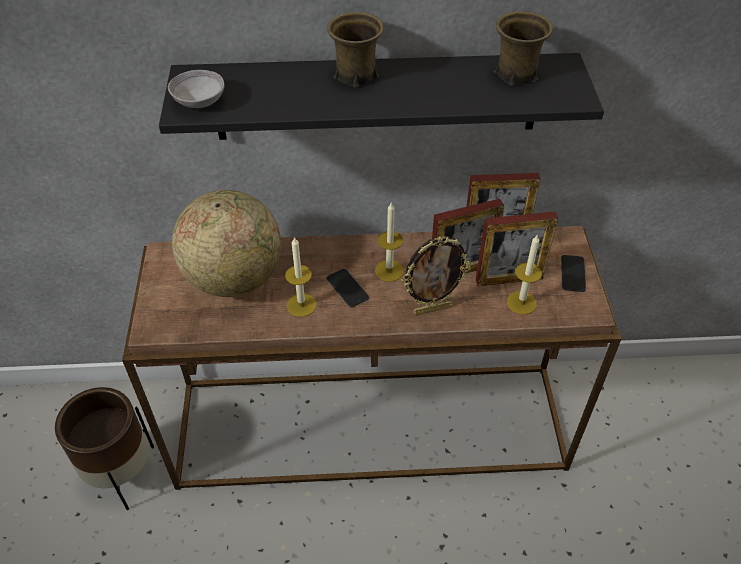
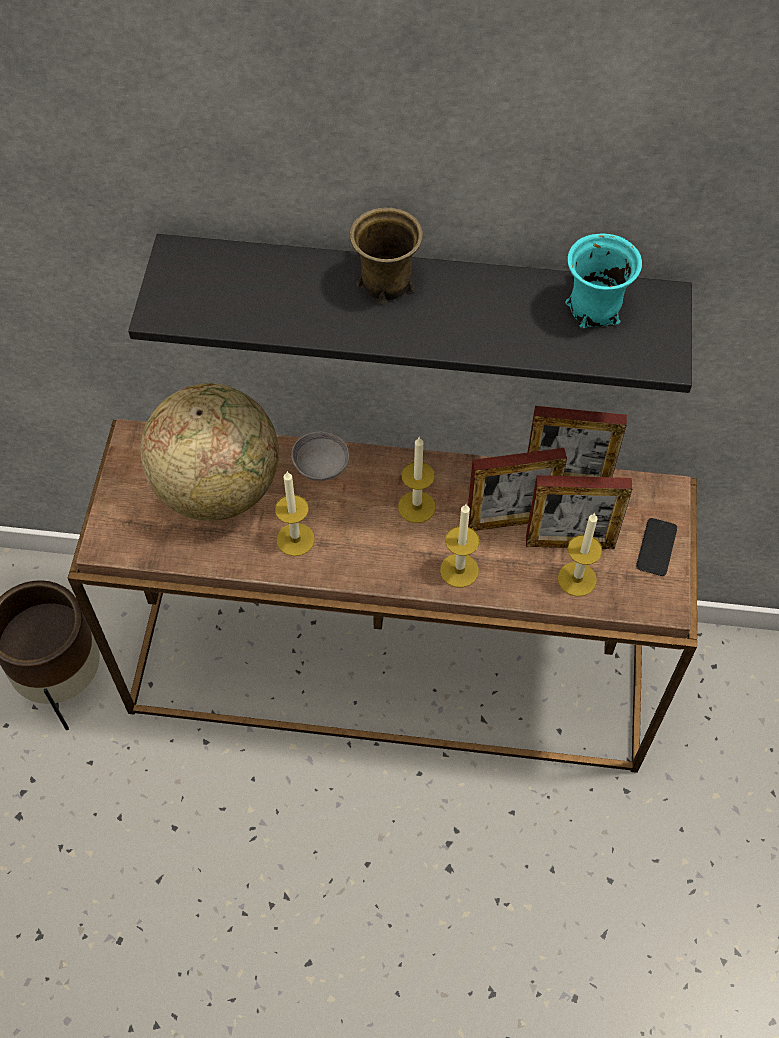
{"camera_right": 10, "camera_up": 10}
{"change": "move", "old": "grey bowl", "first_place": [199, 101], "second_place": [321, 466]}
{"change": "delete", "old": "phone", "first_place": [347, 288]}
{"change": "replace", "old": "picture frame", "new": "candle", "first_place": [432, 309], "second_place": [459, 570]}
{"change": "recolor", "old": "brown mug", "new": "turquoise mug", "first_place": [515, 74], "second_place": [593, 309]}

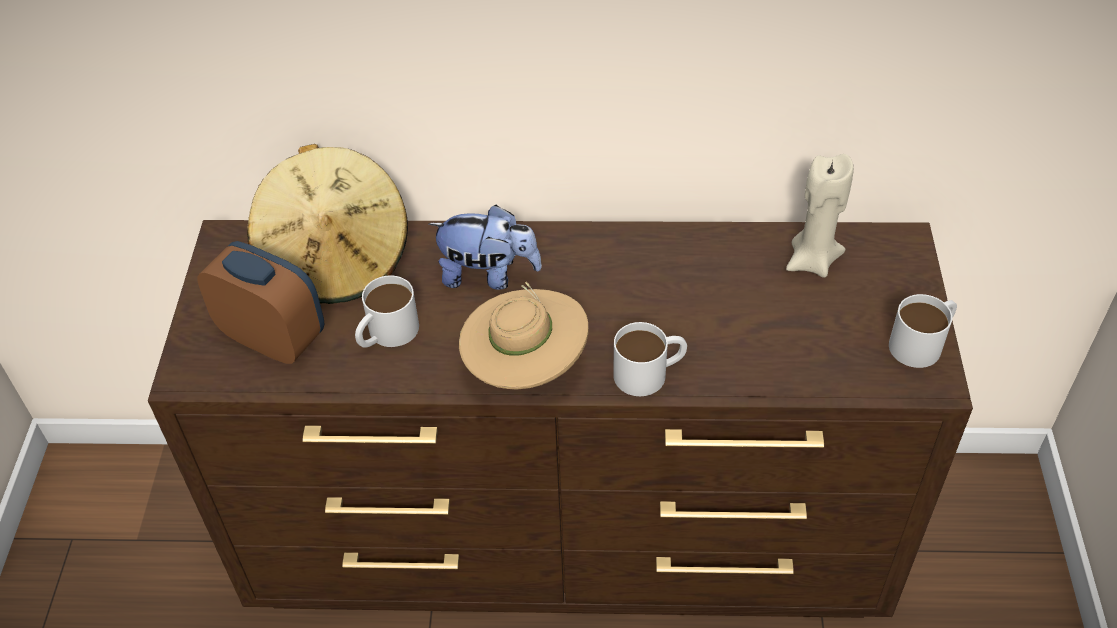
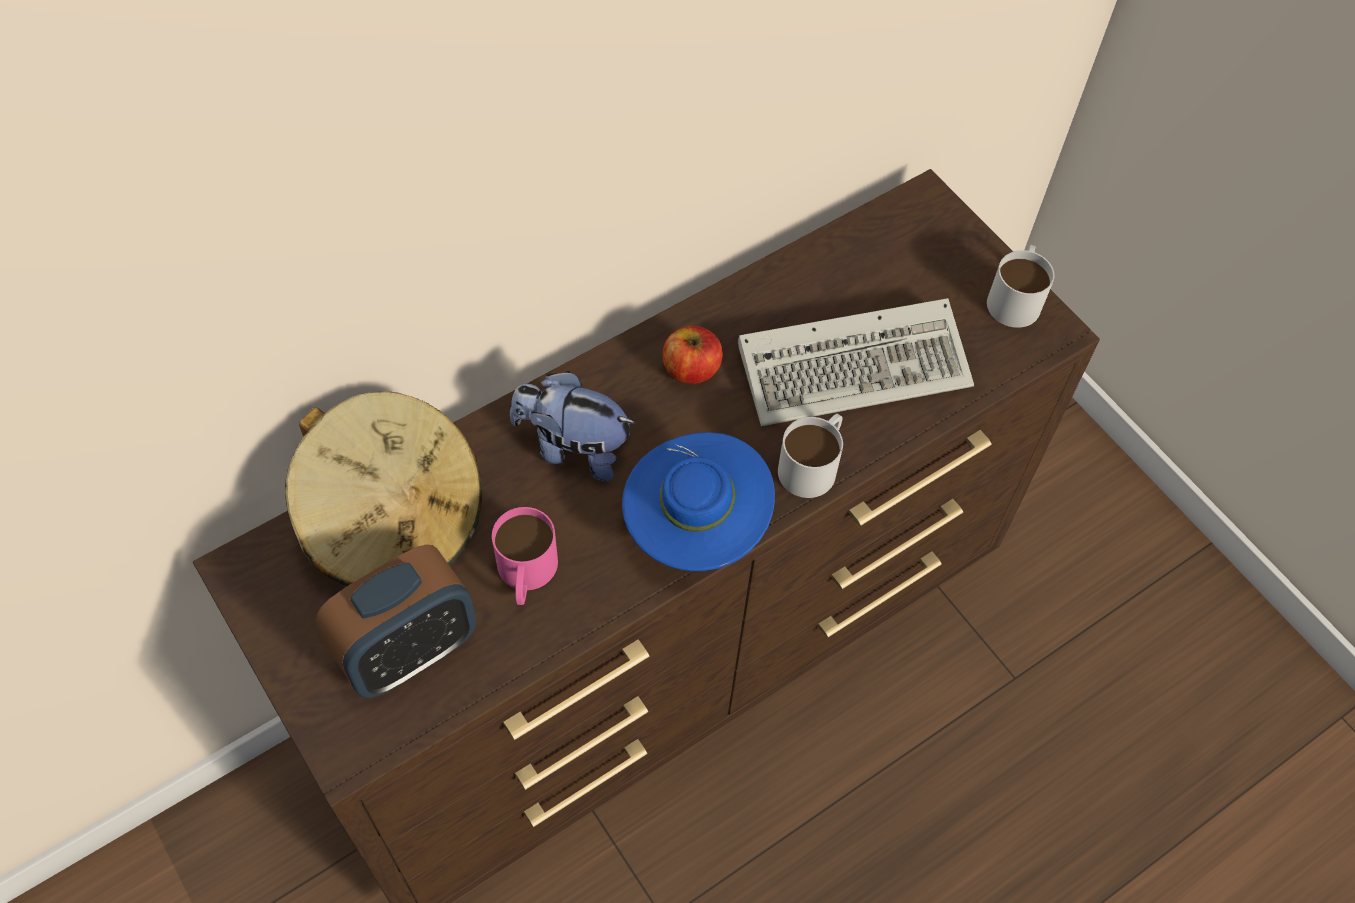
{"camera_right": -40, "camera_up": 10}
{"change": "rotate", "old": "alarm clock", "first_place": [274, 338], "second_place": [408, 651], "degrees": 150}
{"change": "recolor", "old": "white mug", "new": "pink mug", "first_place": [386, 334], "second_place": [525, 574]}
{"change": "rotate", "old": "plush toy", "first_place": [488, 275], "second_place": [573, 448], "degrees": -135}
{"change": "recolor", "old": "beige hat", "new": "blue hat", "first_place": [525, 367], "second_place": [695, 527]}
{"change": "delete", "old": "beige candle", "first_place": [812, 261]}
{"change": "insert", "new": "apple", "second_place": [691, 369]}
{"change": "insert", "new": "keyboard", "second_place": [858, 365]}

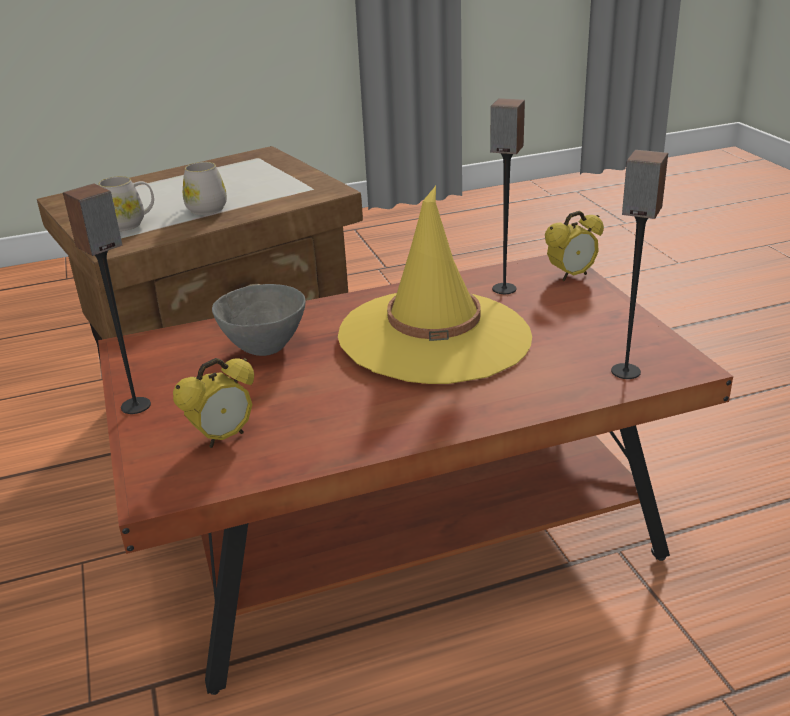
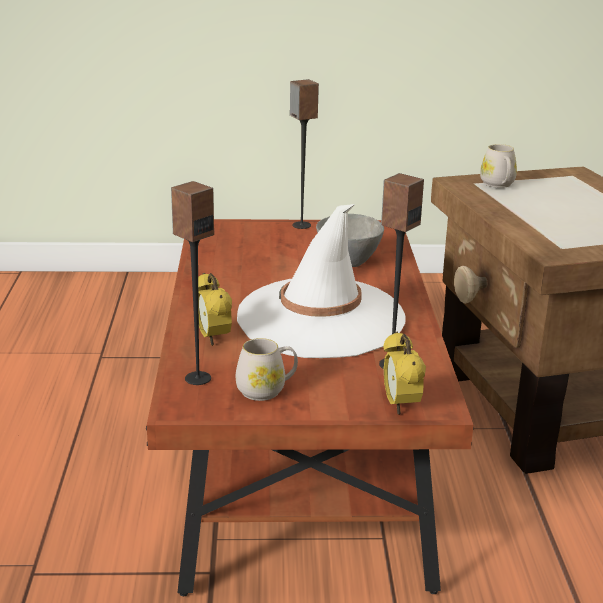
{"camera_right": 105, "camera_up": -5}
{"change": "move", "old": "alarm clock", "first_place": [223, 437], "second_place": [213, 338]}
{"change": "move", "old": "white mug", "first_place": [204, 207], "second_place": [266, 390]}
{"change": "recolor", "old": "yellow hat", "new": "white hat", "first_place": [435, 336], "second_place": [320, 318]}

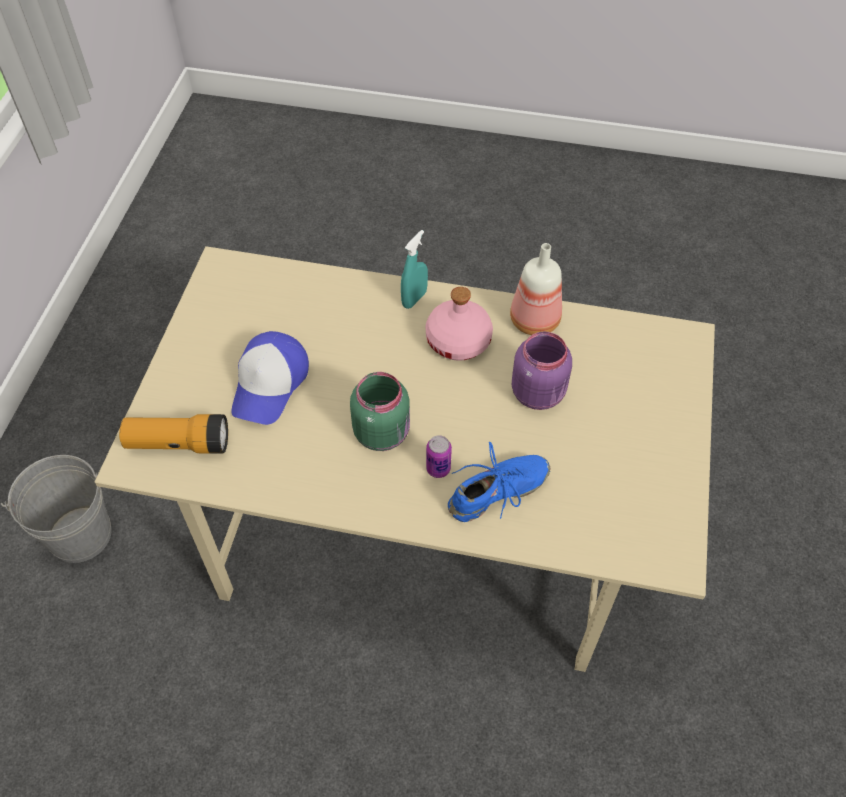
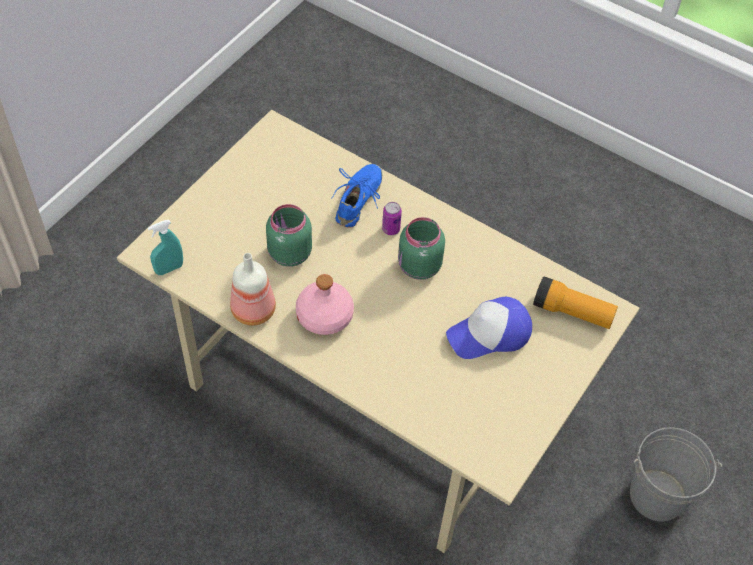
{"camera_right": -160, "camera_up": 0}
{"change": "rotate", "old": "cap", "first_place": [270, 384], "second_place": [490, 334], "degrees": -150}
{"change": "move", "old": "turquoise spray bottle", "first_place": [414, 299], "second_place": [169, 269]}
{"change": "rotate", "old": "blue shoe", "first_place": [498, 493], "second_place": [359, 200], "degrees": 120}
{"change": "recolor", "old": "purple jar", "new": "green jar", "first_place": [539, 393], "second_place": [288, 254]}

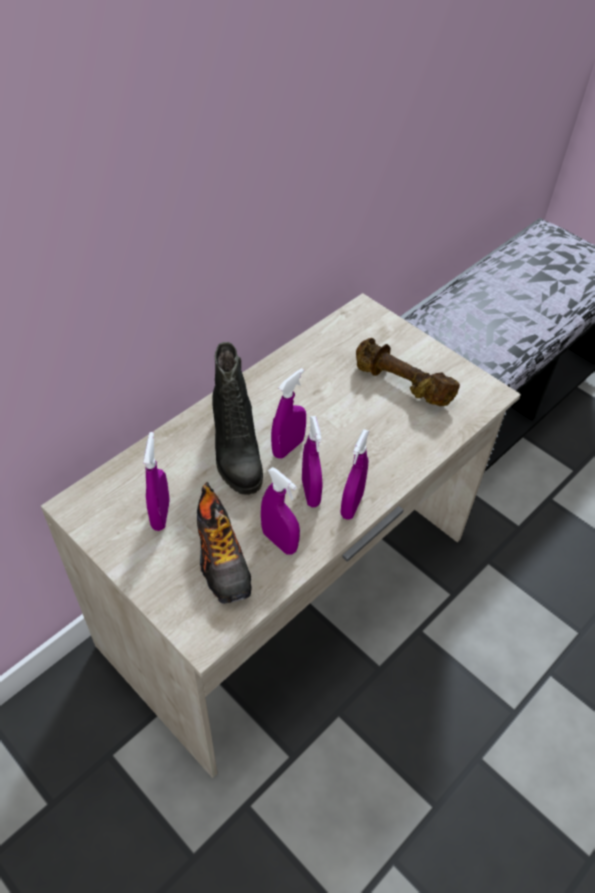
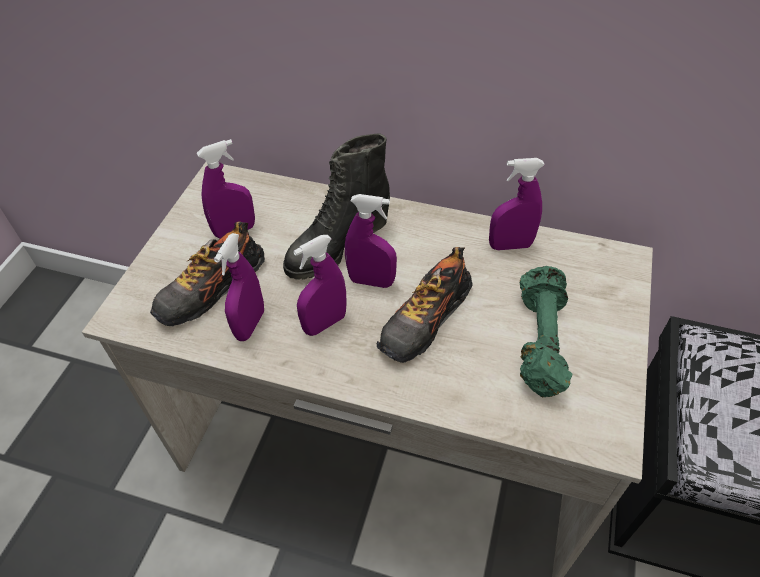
{"camera_right": 65, "camera_up": 0}
{"change": "move", "old": "purple spray bottle", "first_place": [351, 505], "second_place": [510, 245]}
{"change": "recolor", "old": "brown dumbbell", "new": "green dumbbell", "first_place": [401, 385], "second_place": [539, 340]}
{"change": "insert", "new": "shoe", "second_place": [425, 320]}

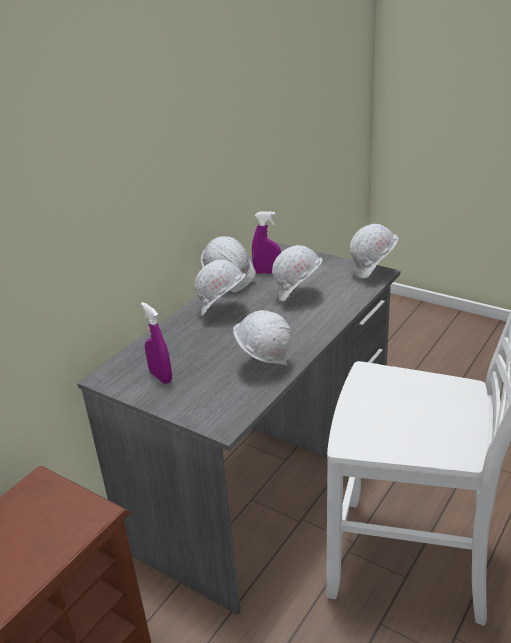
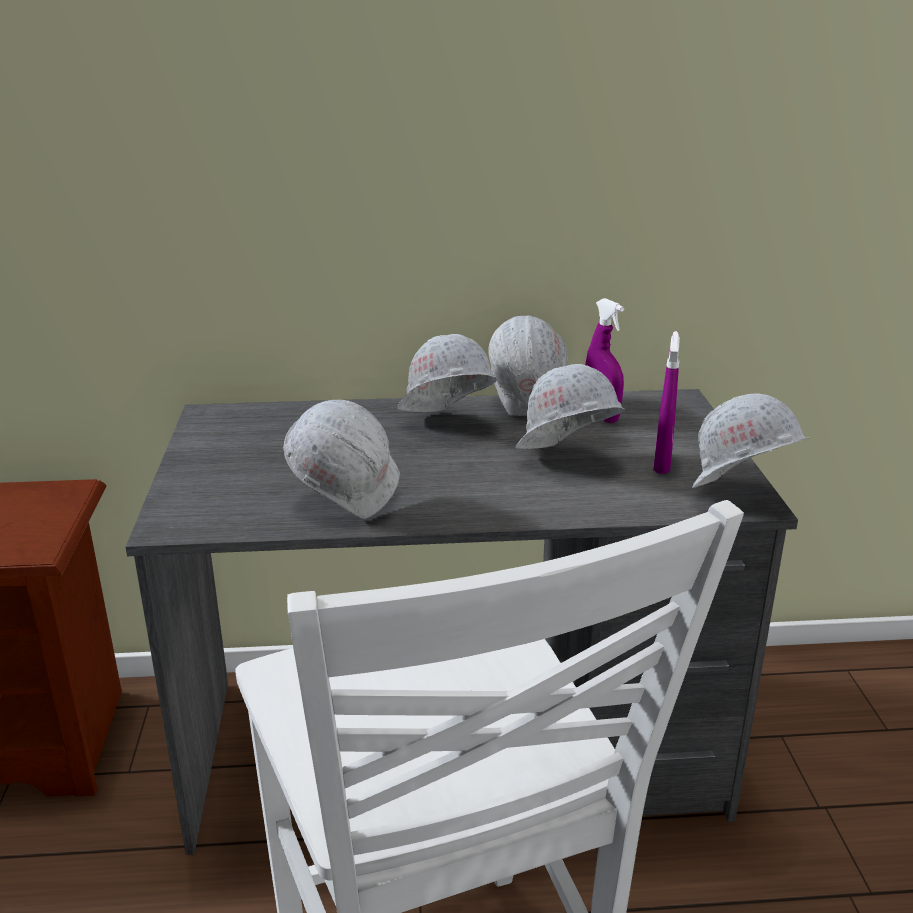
{"camera_right": 50, "camera_up": -5}
{"change": "move", "old": "purple spray bottle", "first_place": [161, 377], "second_place": [662, 464]}

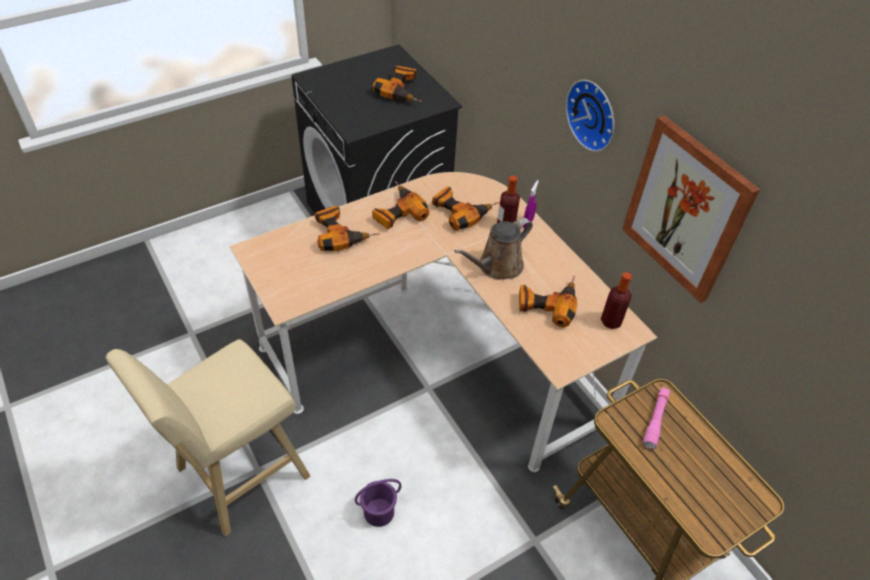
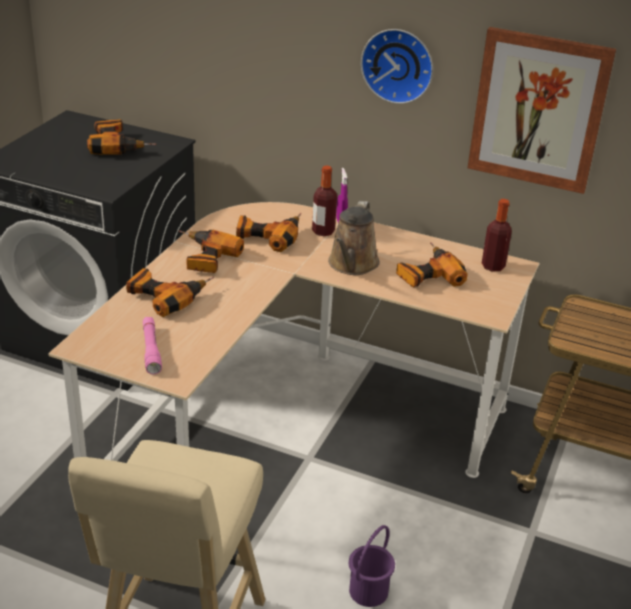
{"camera_right": -35, "camera_up": -15}
{"change": "move", "old": "pink flashlight", "first_place": [655, 420], "second_place": [151, 350]}

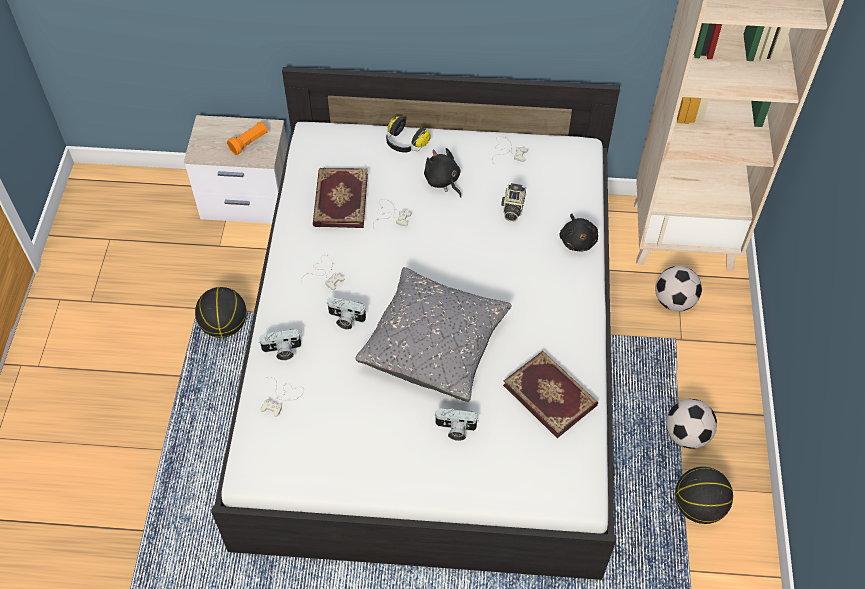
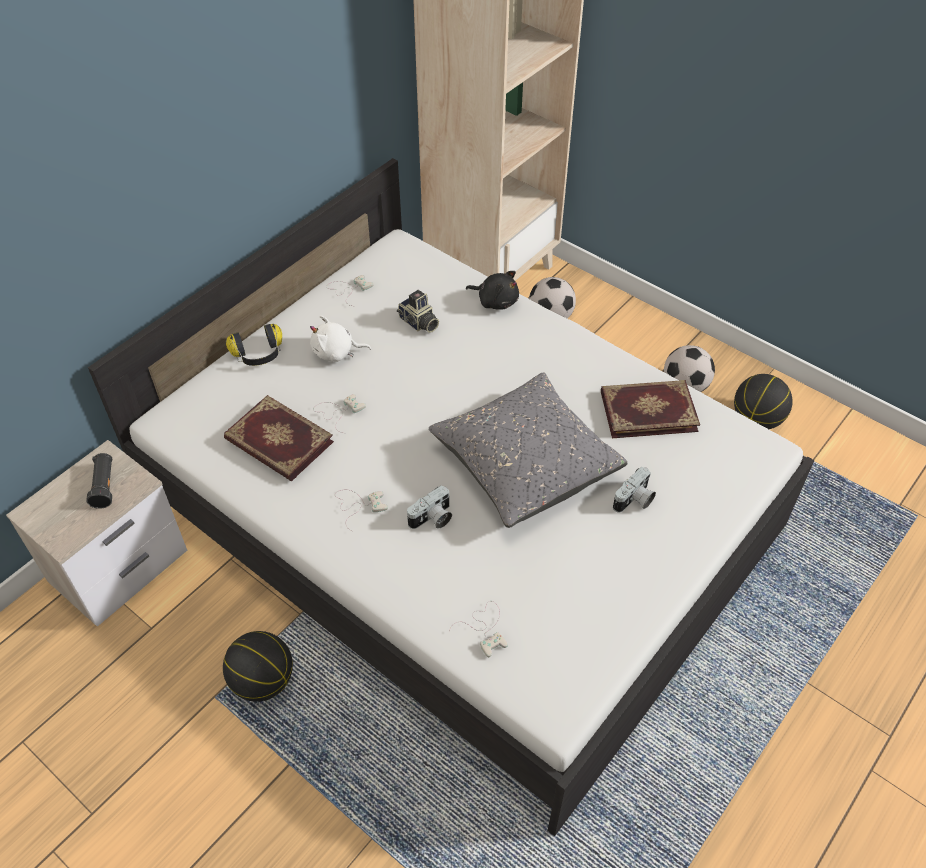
{"camera_right": -55, "camera_up": -5}
{"change": "recolor", "old": "orange flashlight", "new": "black flashlight", "first_place": [249, 143], "second_place": [104, 486]}
{"change": "delete", "old": "photo camera", "first_place": [282, 351]}
{"change": "recolor", "old": "black plush toy", "new": "white plush toy", "first_place": [443, 181], "second_place": [336, 352]}

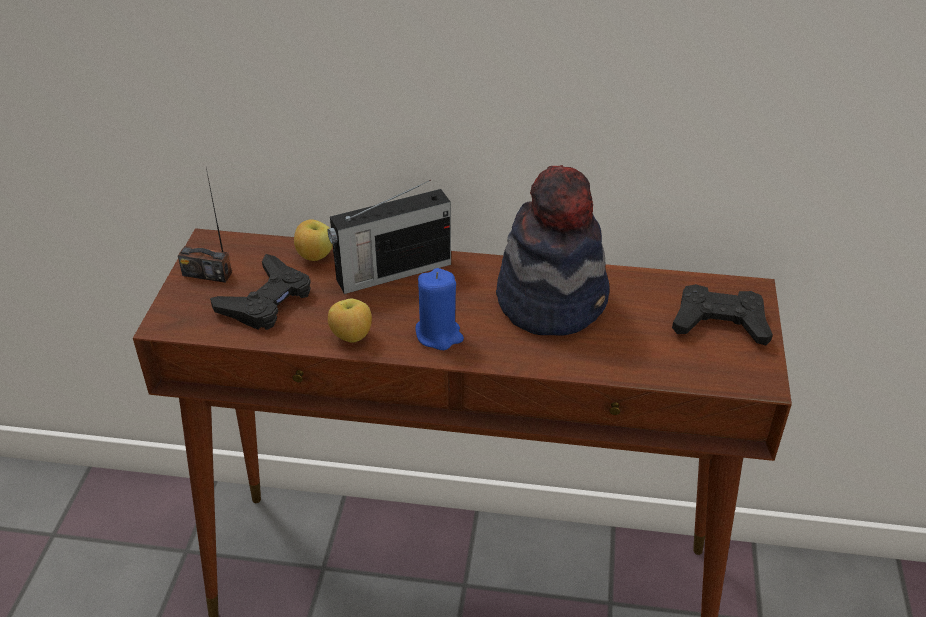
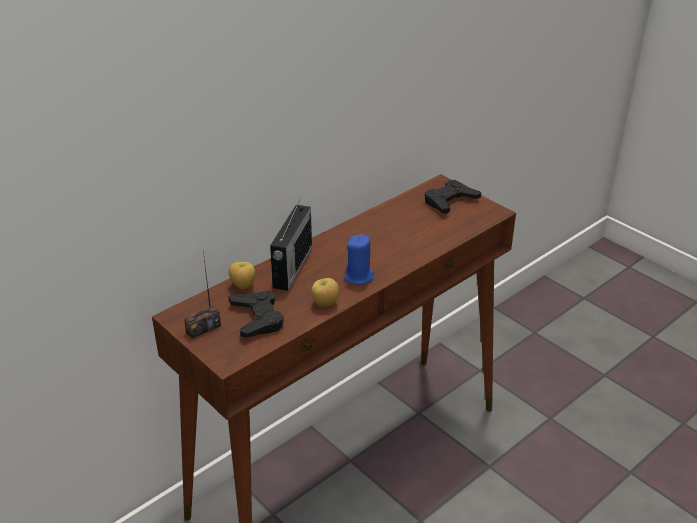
{"camera_right": -50, "camera_up": -5}
{"change": "delete", "old": "hat", "first_place": [552, 299]}

